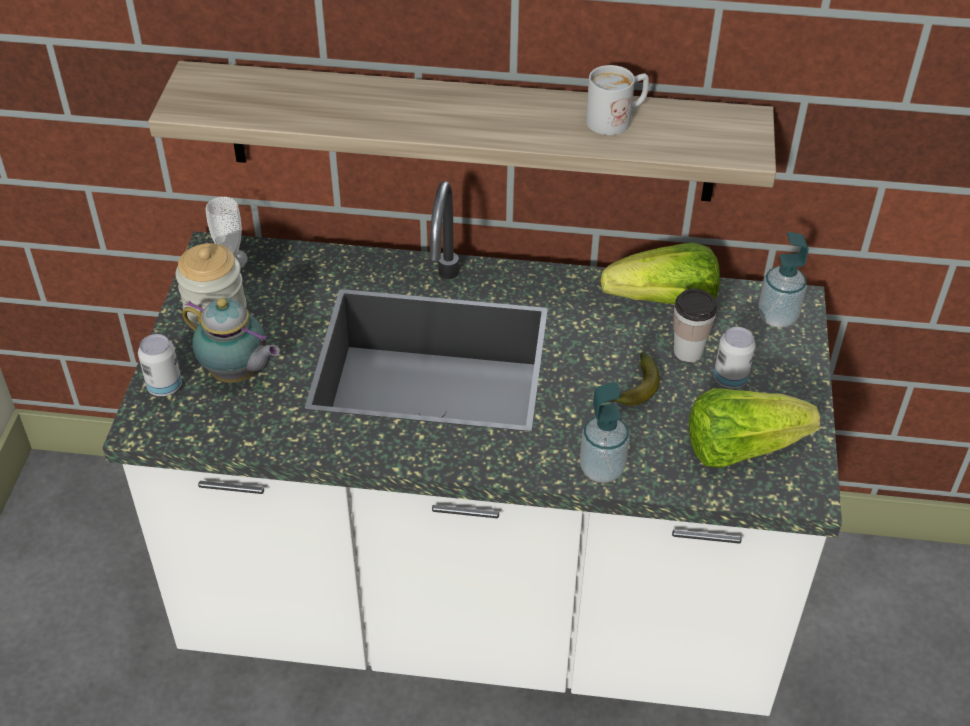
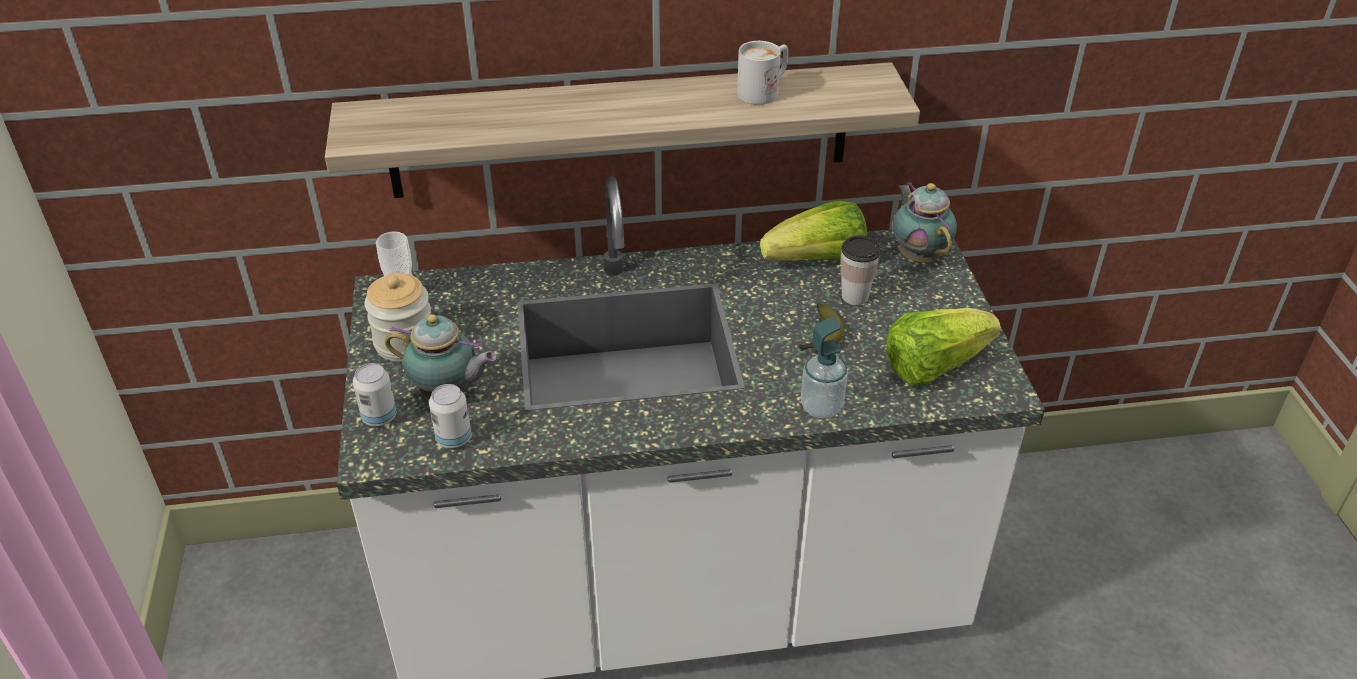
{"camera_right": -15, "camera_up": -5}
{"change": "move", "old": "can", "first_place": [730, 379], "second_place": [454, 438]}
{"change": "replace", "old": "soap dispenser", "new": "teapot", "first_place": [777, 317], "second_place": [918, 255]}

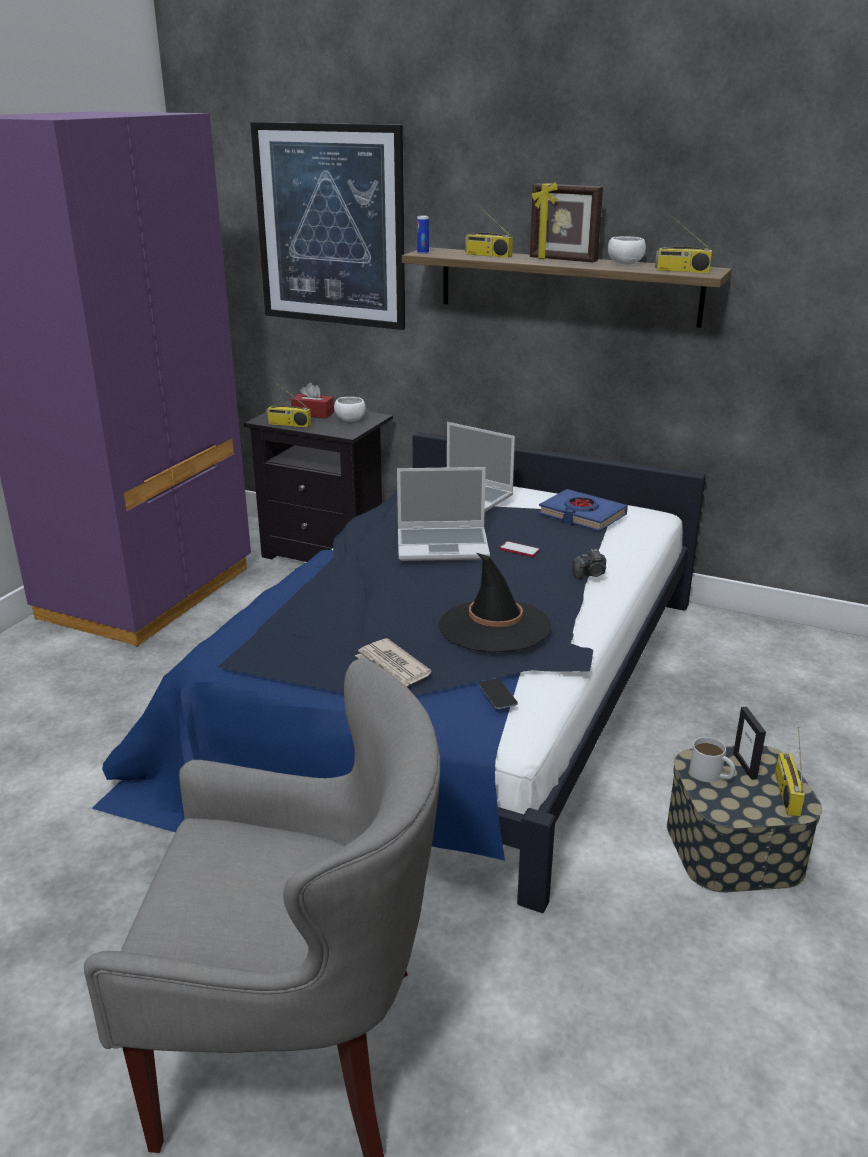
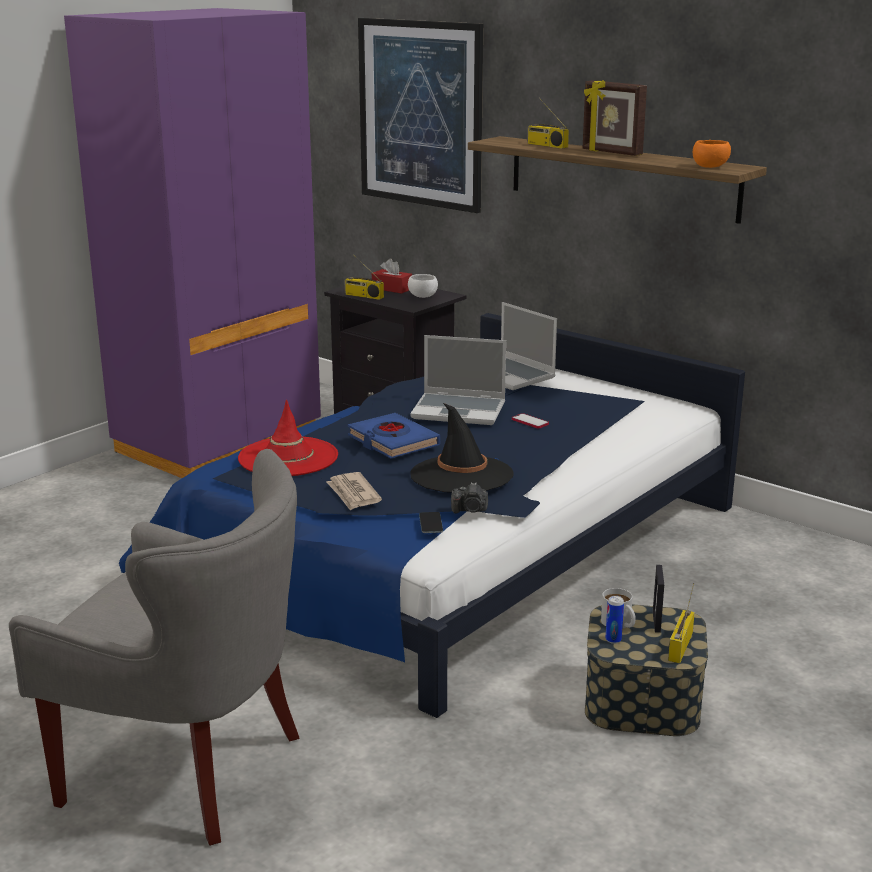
{"camera_right": 15, "camera_up": -5}
{"change": "move", "old": "can", "first_place": [423, 253], "second_place": [613, 640]}
{"change": "move", "old": "blue book", "first_place": [582, 515], "second_place": [393, 441]}
{"change": "move", "old": "photo camera", "first_place": [590, 574], "second_place": [470, 510]}
{"change": "delete", "old": "white bowl", "first_place": [625, 264]}
{"change": "replace", "old": "radio", "new": "orange bowl", "first_place": [681, 271], "second_place": [711, 167]}
{"change": "insert", "new": "red hat", "second_place": [288, 457]}

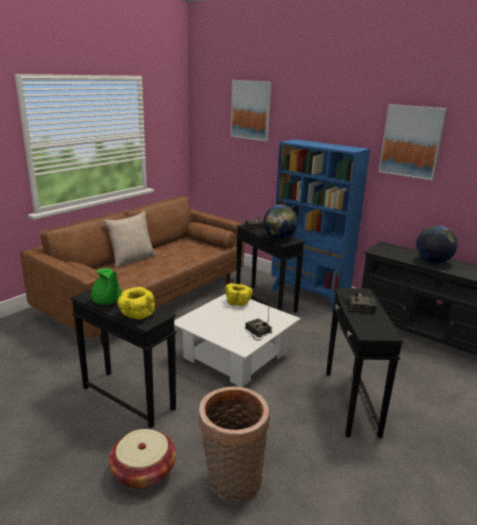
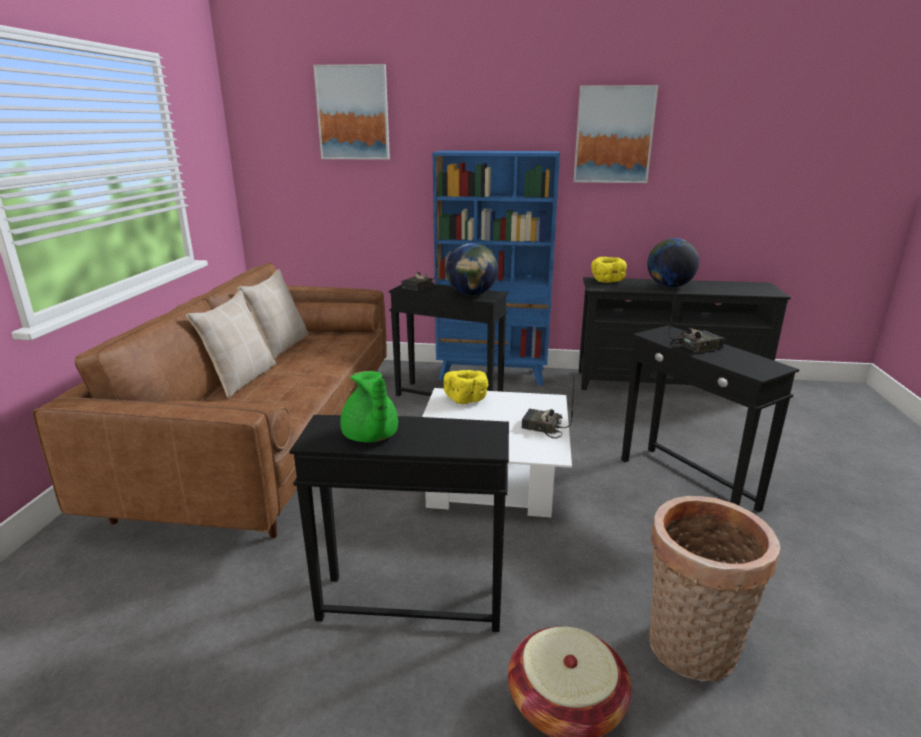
{"camera_right": -30, "camera_up": 0}
{"change": "rotate", "old": "green teapot", "first_place": [107, 301], "second_place": [370, 436], "degrees": 45}
{"change": "move", "old": "yellow bowl", "first_place": [136, 315], "second_place": [607, 281]}
{"change": "insert", "new": "beige pillow", "second_place": [280, 346]}

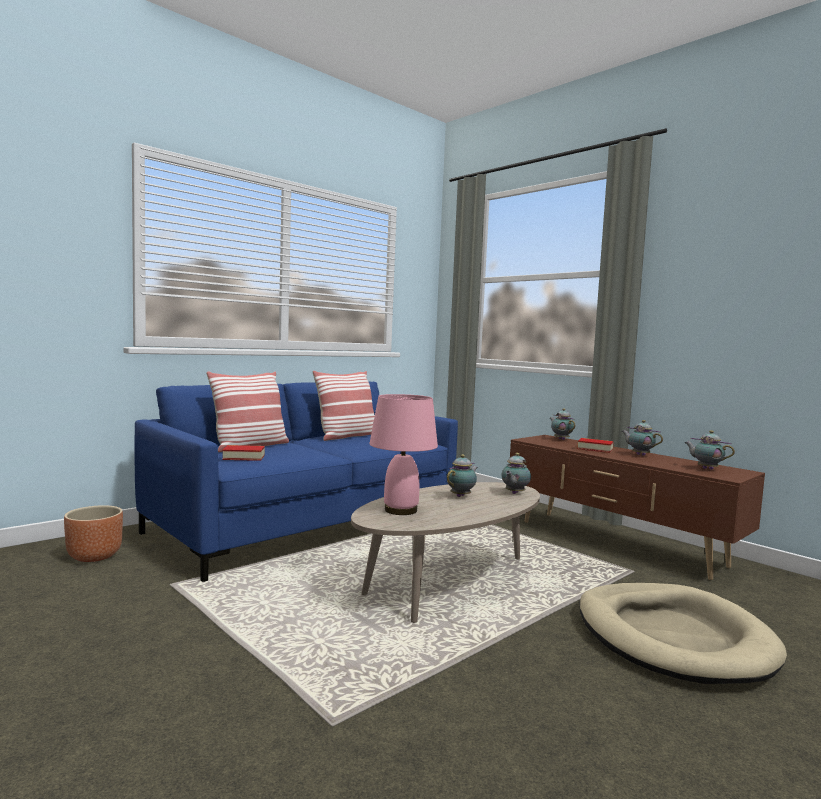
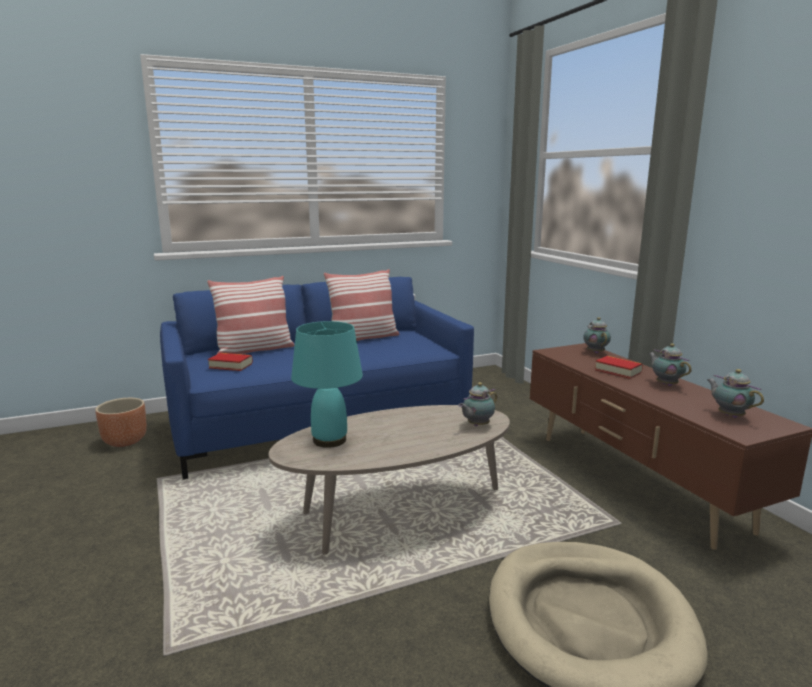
{"camera_right": 20, "camera_up": 10}
{"change": "recolor", "old": "pink table lamp", "new": "turquoise table lamp", "first_place": [401, 510], "second_place": [330, 440]}
{"change": "delete", "old": "teapot", "first_place": [461, 496]}

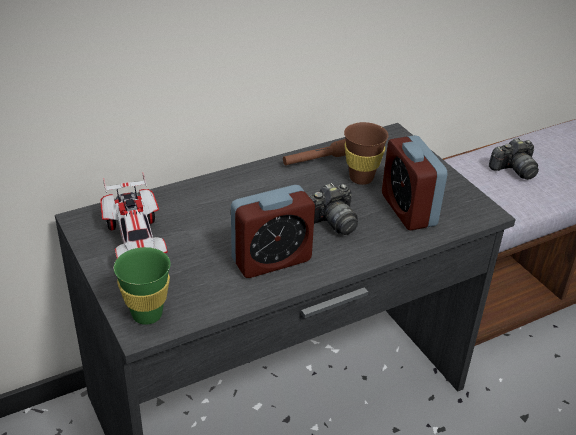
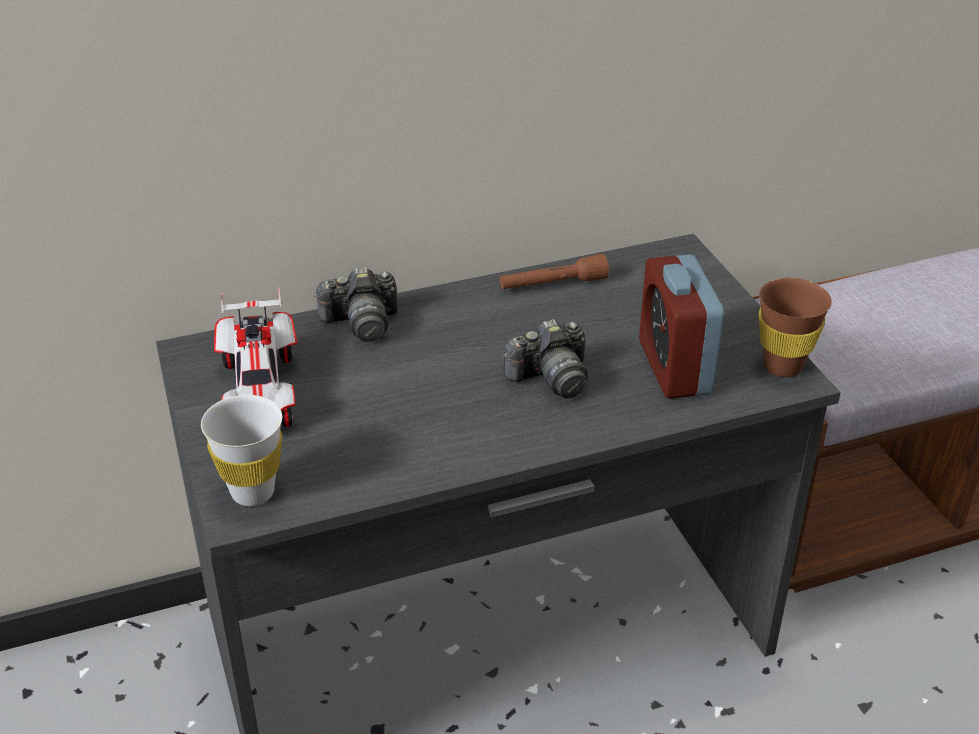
{"camera_right": 10, "camera_up": 0}
{"change": "recolor", "old": "green cup", "new": "white cup", "first_place": [147, 314], "second_place": [253, 492]}
{"change": "delete", "old": "alarm clock", "first_place": [271, 260]}
{"change": "move", "old": "brown cup", "first_place": [361, 178], "second_place": [782, 366]}
{"change": "move", "old": "photo camera", "first_place": [514, 170], "second_place": [361, 323]}

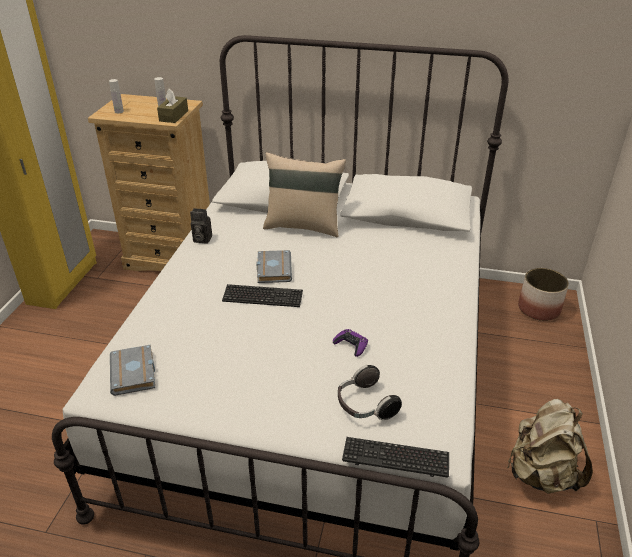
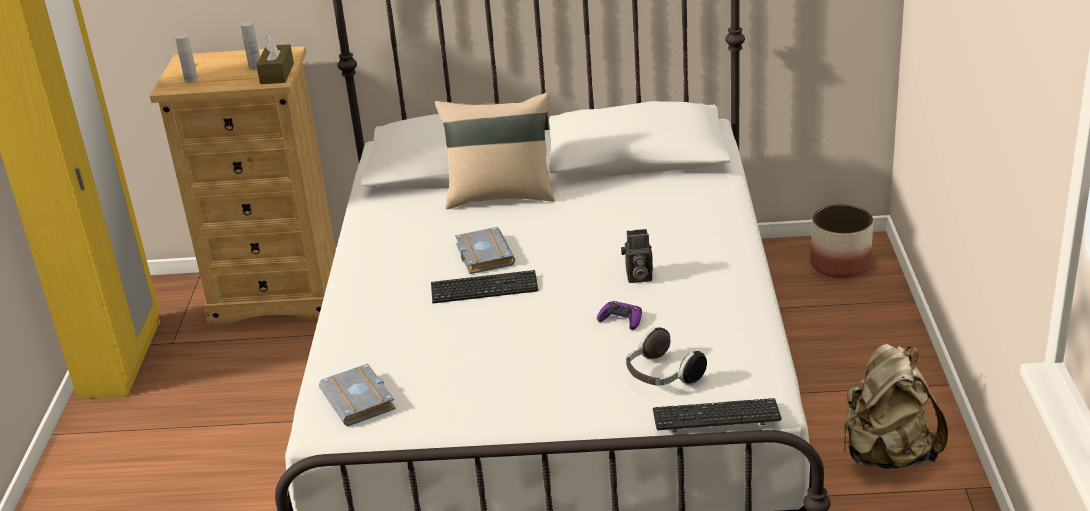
{"camera_right": -10, "camera_up": -5}
{"change": "move", "old": "photo camera", "first_place": [201, 239], "second_place": [637, 277]}

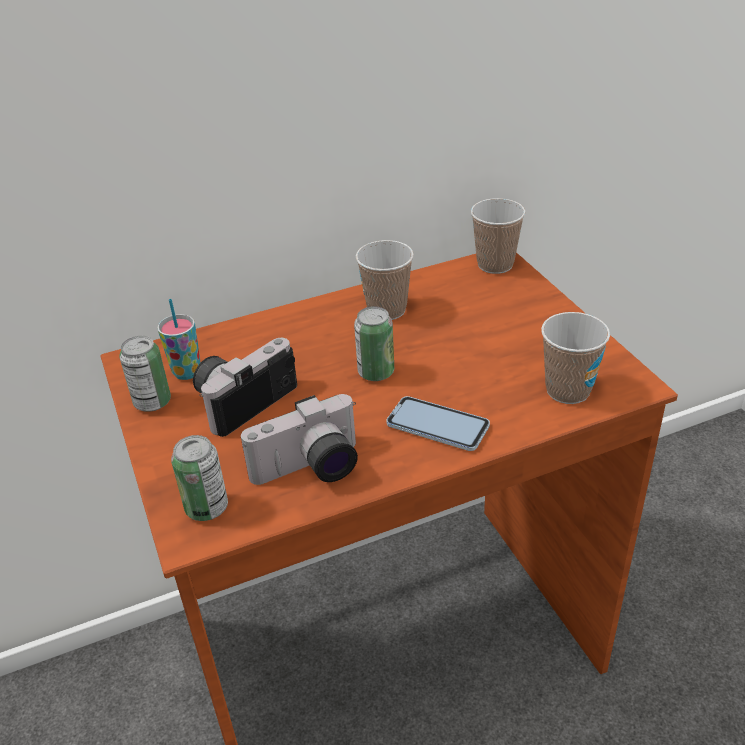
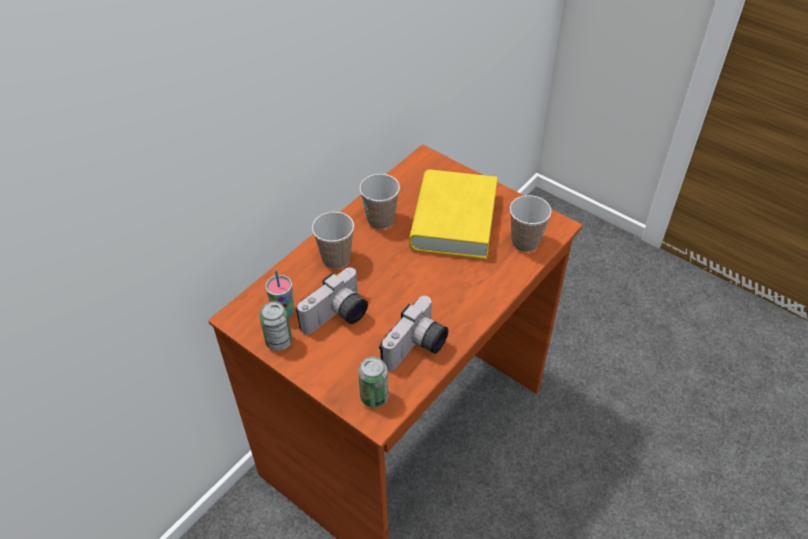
{"camera_right": -30, "camera_up": 10}
{"change": "rotate", "old": "photo camera", "first_place": [242, 399], "second_place": [337, 317], "degrees": -150}
{"change": "delete", "old": "can", "first_place": [376, 372]}
{"change": "delete", "old": "phone", "first_place": [437, 425]}
{"change": "move", "old": "cup", "first_place": [495, 265], "second_place": [336, 259]}
{"change": "insert", "new": "yellow book", "second_place": [453, 220]}

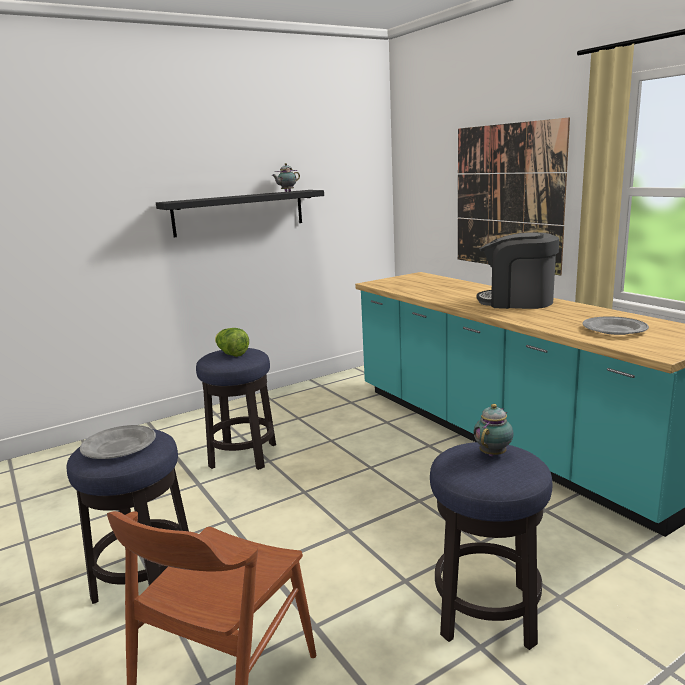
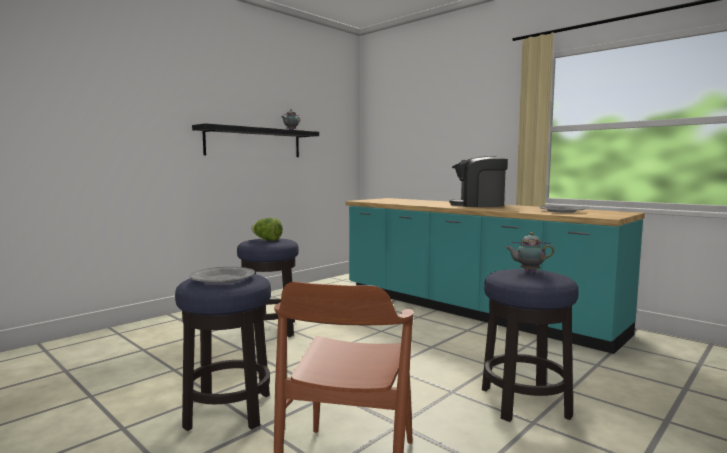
{"camera_right": -15, "camera_up": -10}
{"change": "delete", "old": "picture", "first_place": [507, 197]}
{"change": "rotate", "old": "teapot", "first_place": [493, 453], "second_place": [528, 271], "degrees": -105}

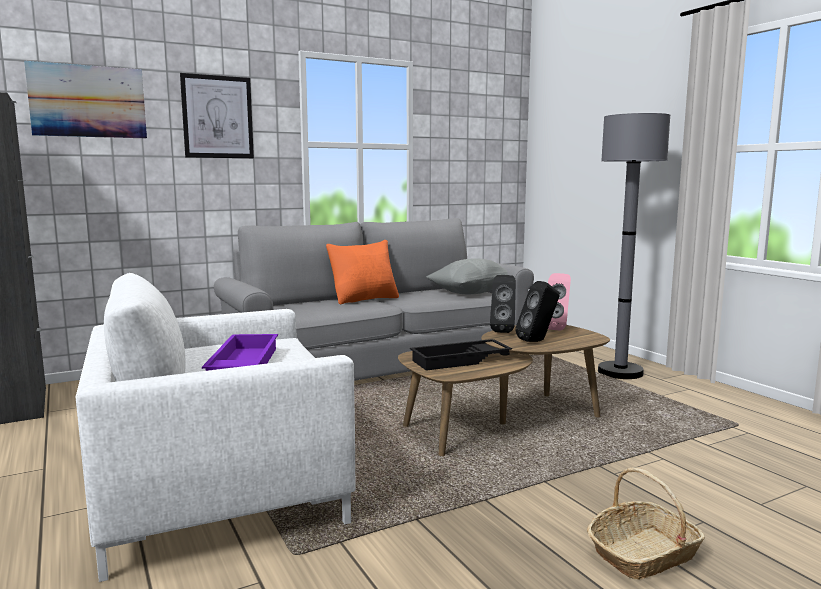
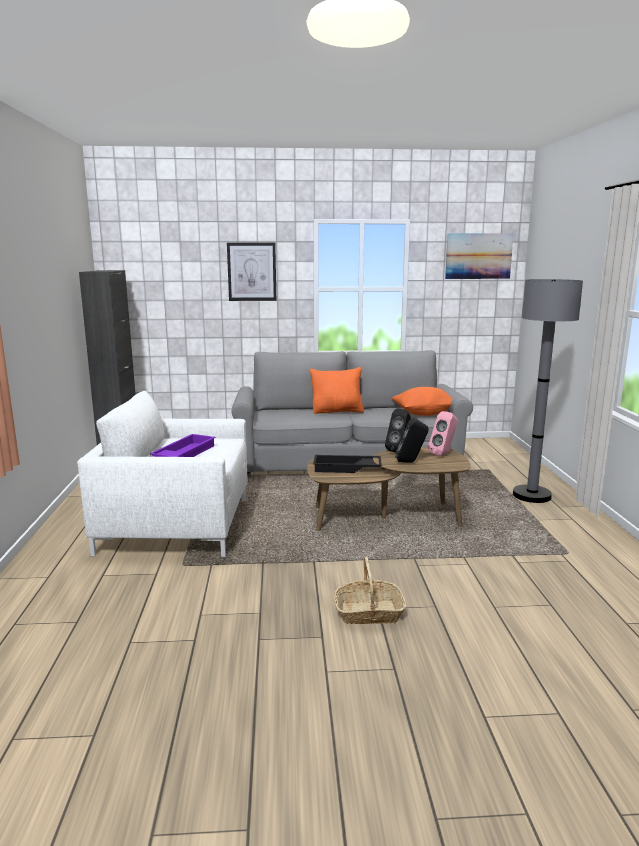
{"camera_right": 25, "camera_up": 5}
{"change": "move", "old": "picture", "first_place": [88, 101], "second_place": [478, 256]}
{"change": "recolor", "old": "grey pillow", "new": "orange pillow", "first_place": [470, 293], "second_place": [423, 414]}

